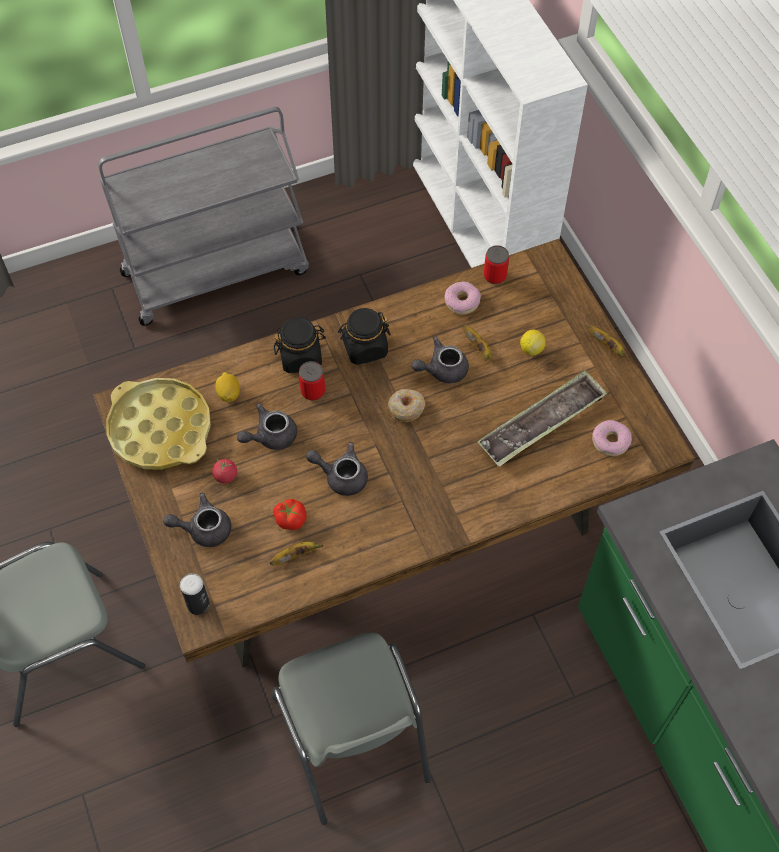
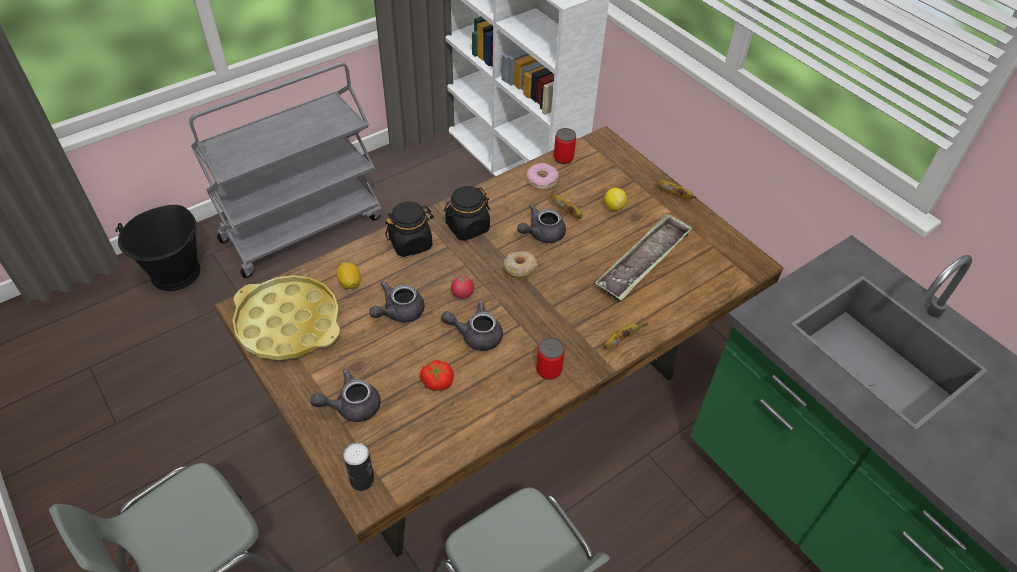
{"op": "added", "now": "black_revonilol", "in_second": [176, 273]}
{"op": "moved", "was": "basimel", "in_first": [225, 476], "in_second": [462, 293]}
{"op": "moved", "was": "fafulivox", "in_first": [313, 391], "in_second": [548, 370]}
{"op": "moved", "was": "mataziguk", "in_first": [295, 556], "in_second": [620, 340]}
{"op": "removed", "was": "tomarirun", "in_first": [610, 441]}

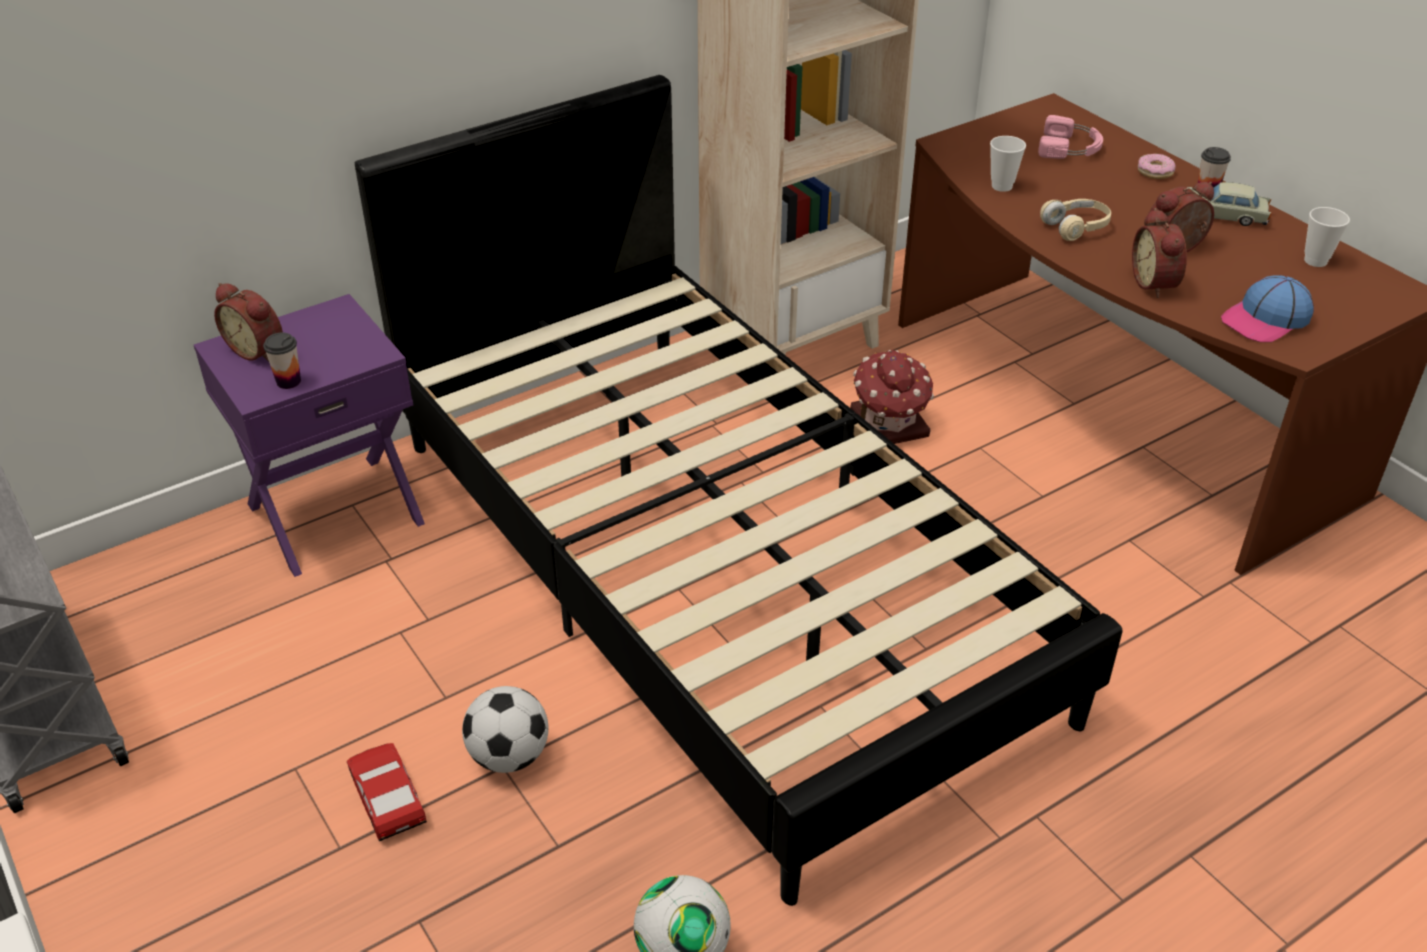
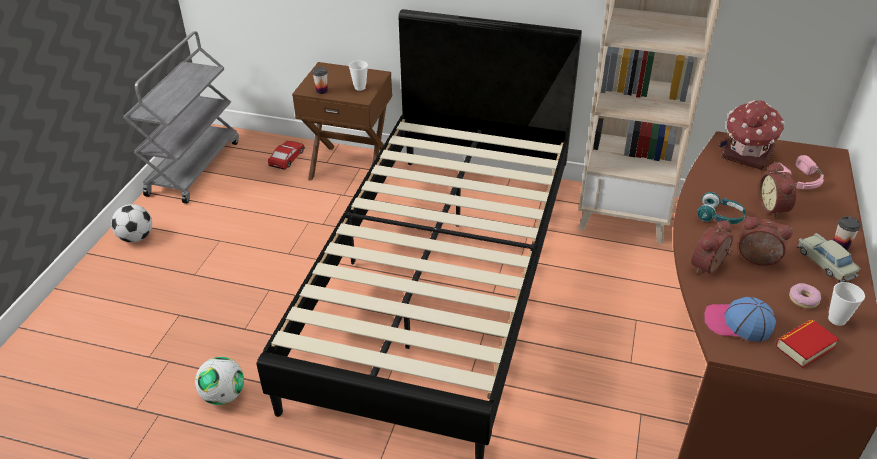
{"op": "moved", "was": "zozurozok", "in_first": [509, 756], "in_second": [136, 237]}
{"op": "moved", "was": "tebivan", "in_first": [387, 797], "in_second": [287, 158]}
{"op": "recoloured", "was": "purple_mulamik", "now": "brown_mulamik", "in_first": [334, 512], "in_second": [351, 166]}
{"op": "moved", "was": "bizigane", "in_first": [1002, 186], "in_second": [360, 87]}
{"op": "recoloured", "was": "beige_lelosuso", "now": "turquoise_lelosuso", "in_first": [1076, 227], "in_second": [720, 217]}
{"op": "moved", "was": "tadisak", "in_first": [889, 425], "in_second": [746, 154]}
{"op": "moved", "was": "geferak", "in_first": [258, 349], "in_second": [774, 208]}
{"op": "added", "now": "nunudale", "in_second": [805, 347]}
{"op": "moved", "was": "tomarirun", "in_first": [1155, 172], "in_second": [803, 299]}

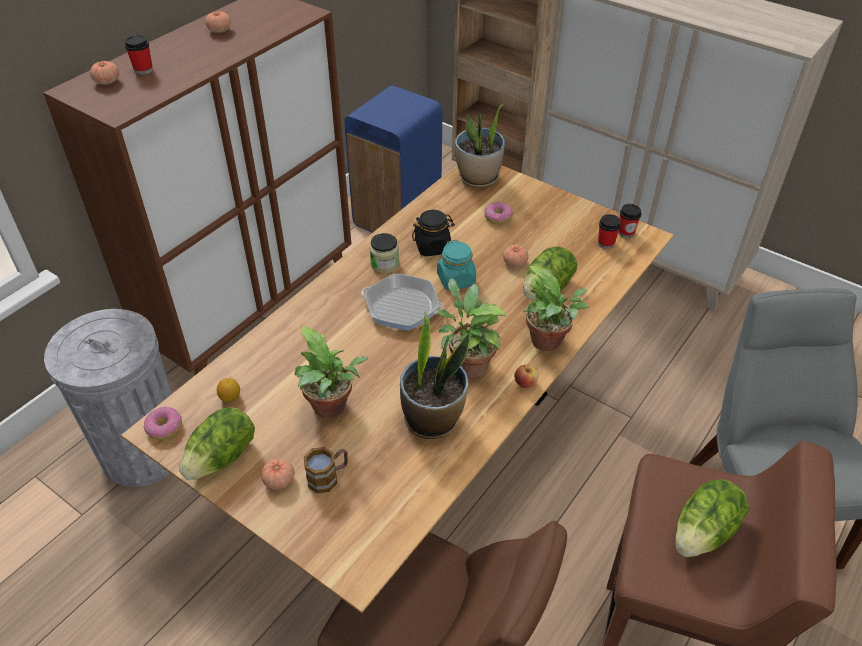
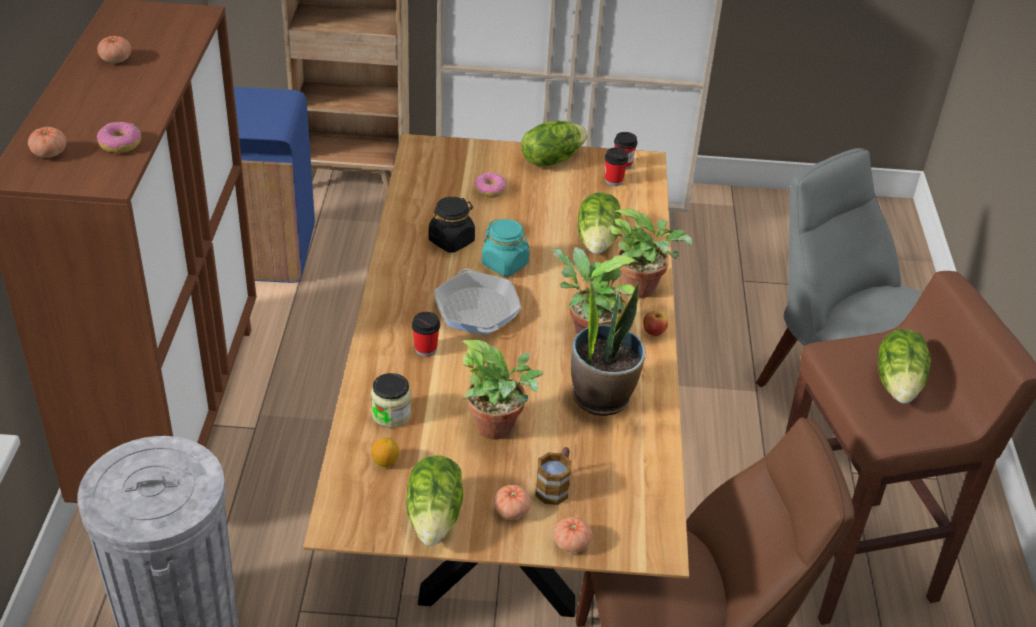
{"op": "moved", "was": "tomarirun", "in_first": [164, 427], "in_second": [120, 144]}
{"op": "moved", "was": "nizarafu", "in_first": [385, 264], "in_second": [391, 414]}
{"op": "moved", "was": "bizigane", "in_first": [143, 70], "in_second": [425, 349]}
{"op": "turned", "was": "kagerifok", "in_first": [402, 307], "in_second": [477, 309], "clockwise": 90}
{"op": "added", "now": "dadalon", "in_second": [551, 159]}
{"op": "moved", "was": "basimel", "in_first": [515, 262], "in_second": [571, 543]}
{"op": "removed", "was": "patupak", "in_first": [478, 178]}

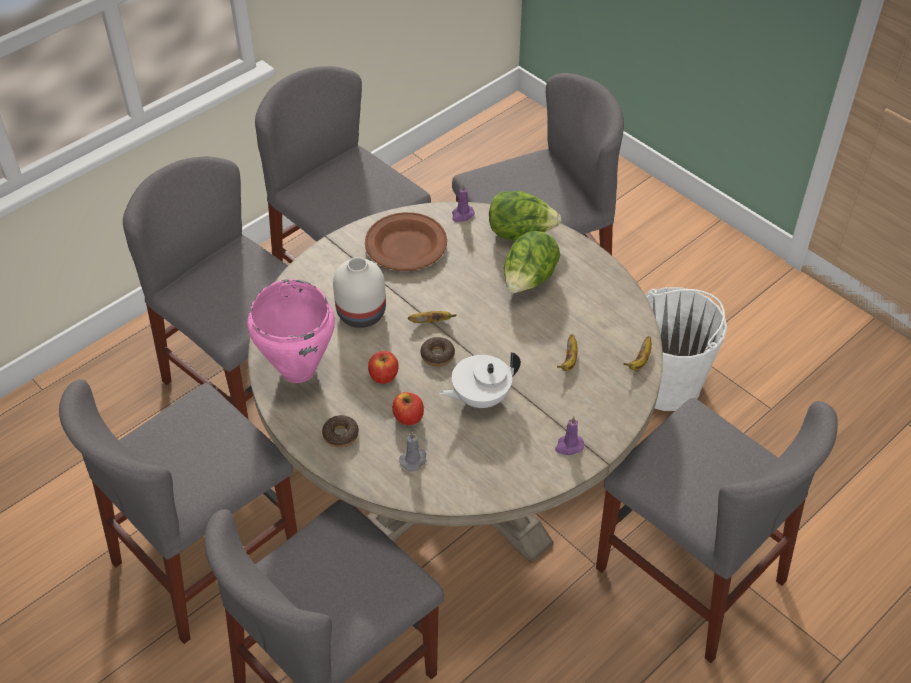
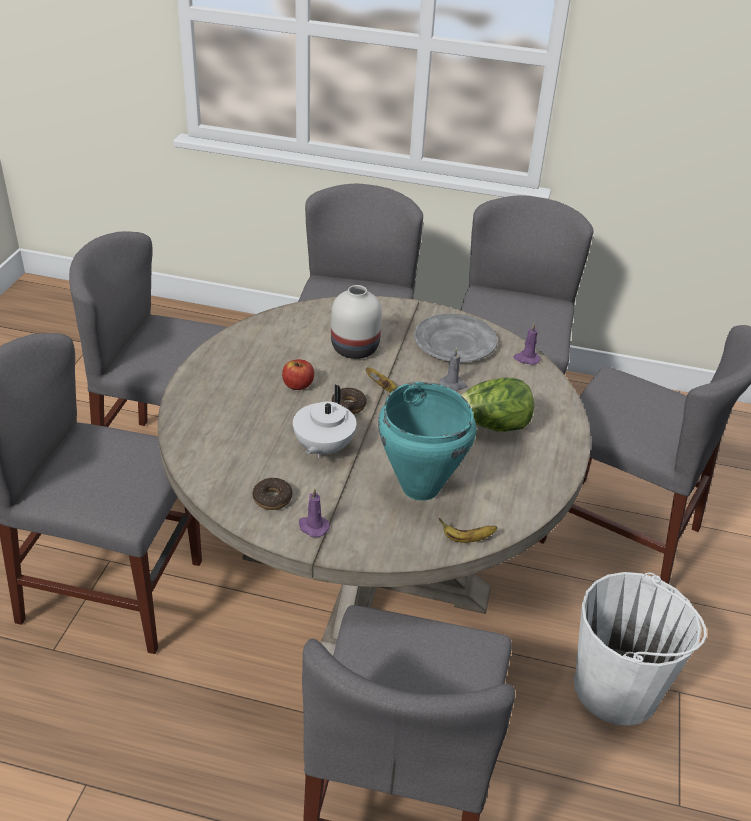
{"op": "moved", "was": "tomarirun", "in_first": [340, 435], "in_second": [272, 498]}
{"op": "turned", "was": "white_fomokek", "in_first": [480, 397], "in_second": [323, 448], "clockwise": -105}
{"op": "replaced", "was": "mataziguk", "now": "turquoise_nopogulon", "in_first": [569, 360], "in_second": [420, 488]}
{"op": "recoloured", "was": "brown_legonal", "now": "grey_legonal", "in_first": [406, 246], "in_second": [454, 343]}
{"op": "moved", "was": "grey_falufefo", "in_first": [414, 460], "in_second": [453, 385]}
{"op": "removed", "was": "pink_nopogulon", "in_first": [297, 370]}
{"op": "removed", "was": "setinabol", "in_first": [408, 417]}
{"op": "removed", "was": "dadalon", "in_first": [520, 233]}

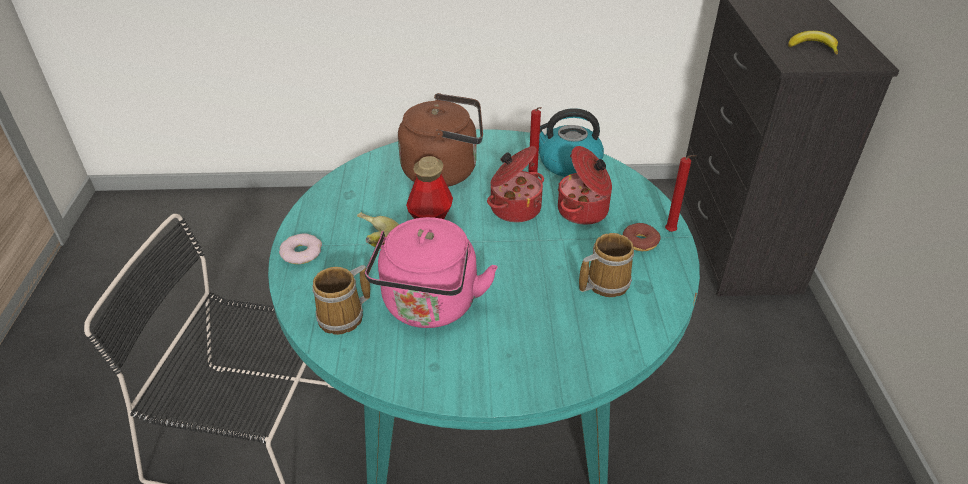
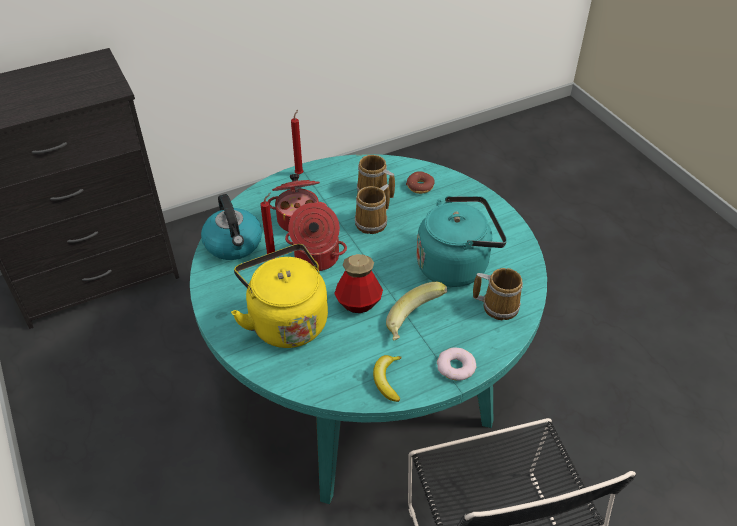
{"op": "recoloured", "was": "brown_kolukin", "now": "yellow_kolukin", "in_first": [445, 171], "in_second": [286, 320]}
{"op": "added", "now": "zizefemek", "in_second": [373, 222]}
{"op": "moved", "was": "mataziguk", "in_first": [813, 47], "in_second": [387, 380]}
{"op": "moved", "was": "tomarirun", "in_first": [640, 242], "in_second": [420, 186]}
{"op": "recoloured", "was": "pink_kolukin", "now": "turquoise_kolukin", "in_first": [429, 307], "in_second": [456, 265]}

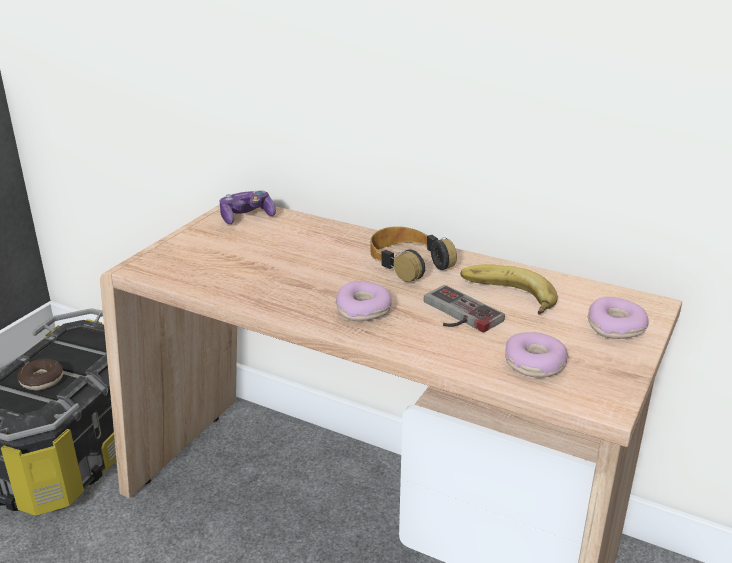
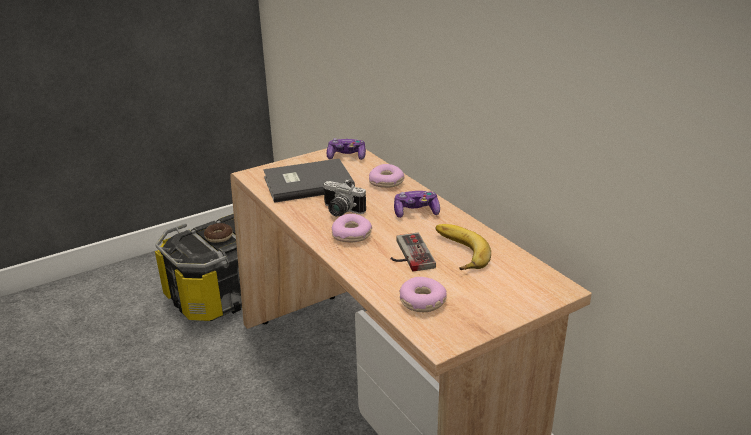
{"op": "added", "now": "grey_nunudale", "in_second": [306, 182]}
{"op": "added", "now": "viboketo", "in_second": [340, 211]}
{"op": "moved", "was": "tomarirun", "in_first": [615, 327], "in_second": [386, 182]}
{"op": "replaced", "was": "lelosuso", "now": "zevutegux", "in_first": [408, 262], "in_second": [416, 212]}

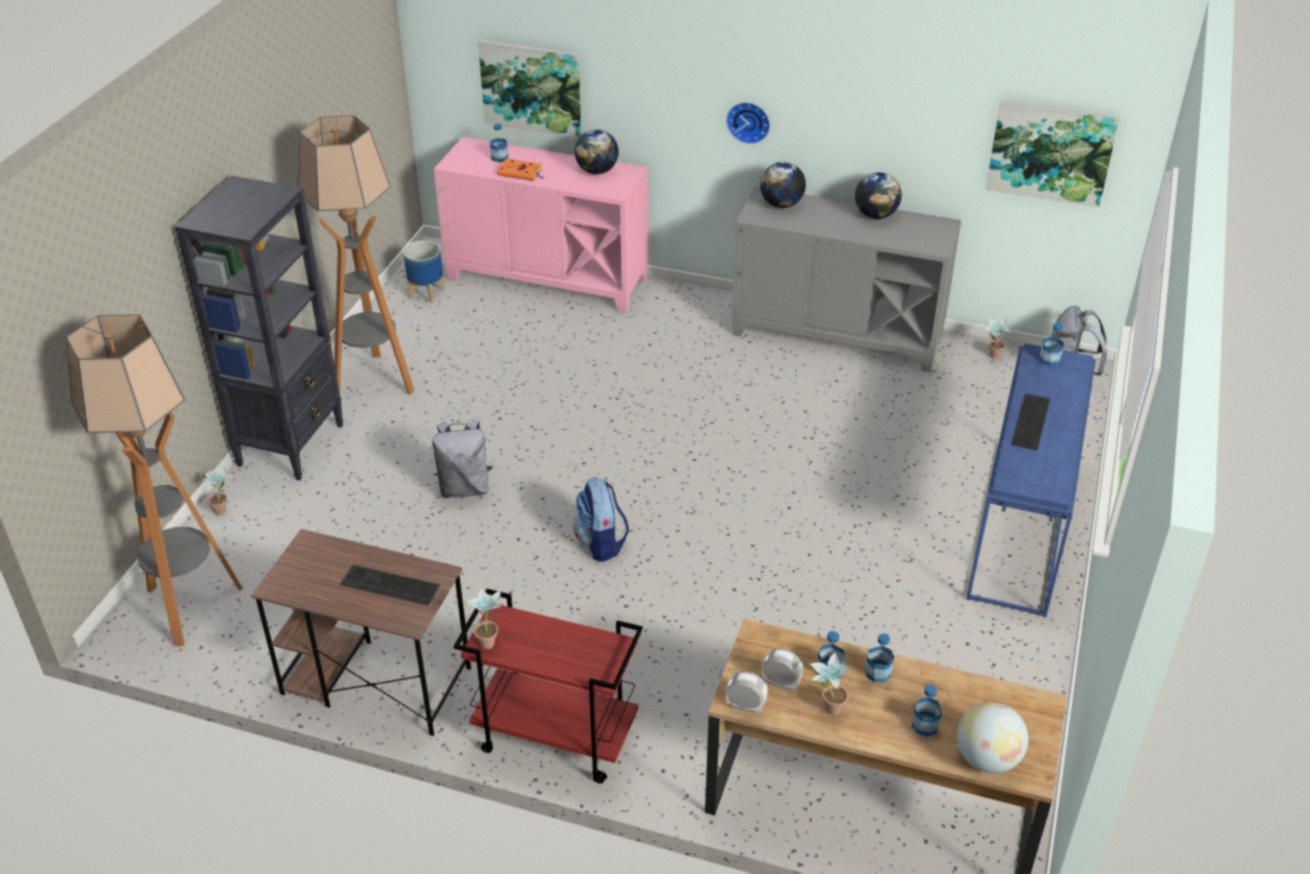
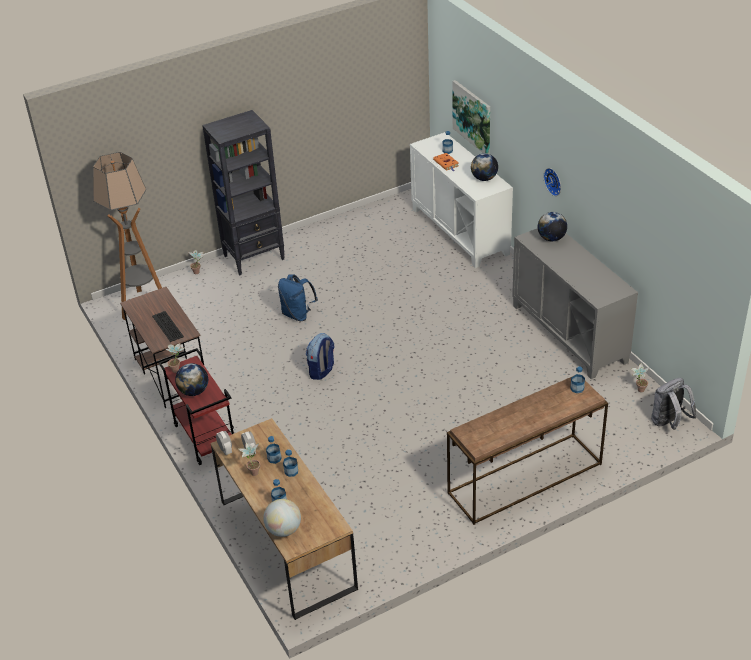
{"op": "moved", "was": "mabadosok", "in_first": [876, 215], "in_second": [194, 391]}
{"op": "recoloured", "was": "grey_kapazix", "now": "blue_kapazix", "in_first": [465, 488], "in_second": [298, 314]}
{"op": "recoloured", "was": "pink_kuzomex", "now": "white_kuzomex", "in_first": [547, 278], "in_second": [460, 231]}
{"op": "recoloured", "was": "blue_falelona", "now": "brown_falelona", "in_first": [1022, 527], "in_second": [524, 479]}
{"op": "removed", "was": "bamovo", "in_first": [375, 381]}
{"op": "removed", "was": "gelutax", "in_first": [427, 293]}
{"op": "removed", "was": "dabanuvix", "in_first": [1051, 152]}
{"op": "removed", "was": "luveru", "in_first": [1032, 422]}

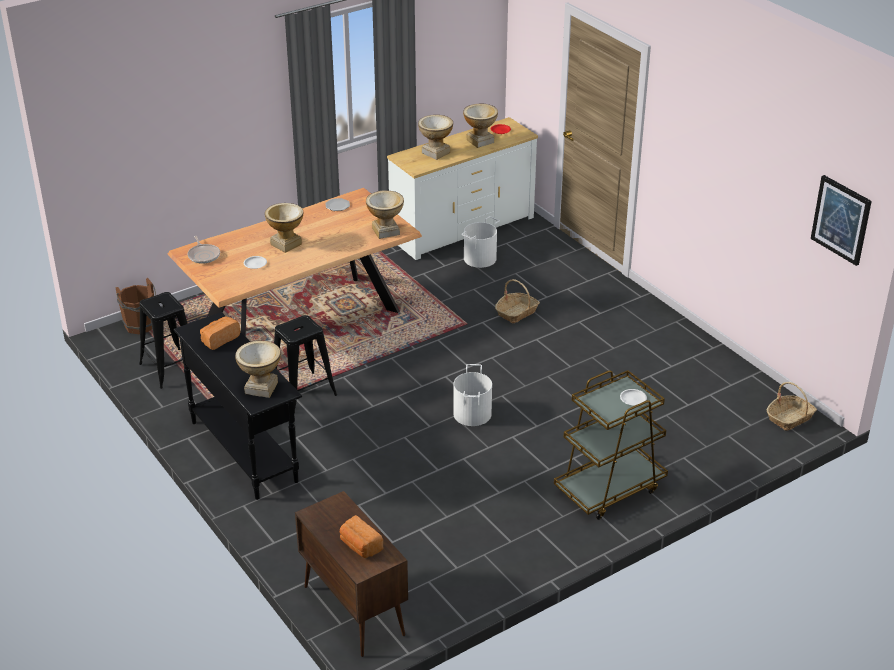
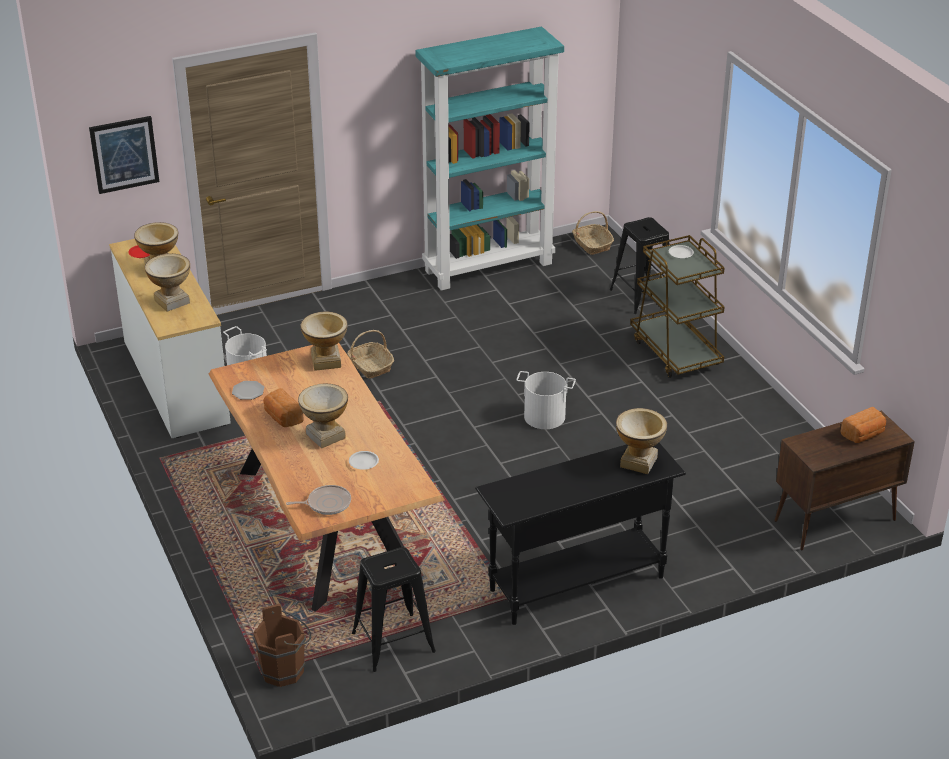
{"op": "moved", "was": "dabanuvix", "in_first": [841, 219], "in_second": [124, 154]}
{"op": "moved", "was": "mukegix", "in_first": [219, 339], "in_second": [282, 418]}
{"op": "added", "now": "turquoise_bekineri", "in_second": [489, 266]}
{"op": "moved", "was": "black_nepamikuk", "in_first": [303, 392], "in_second": [641, 296]}

